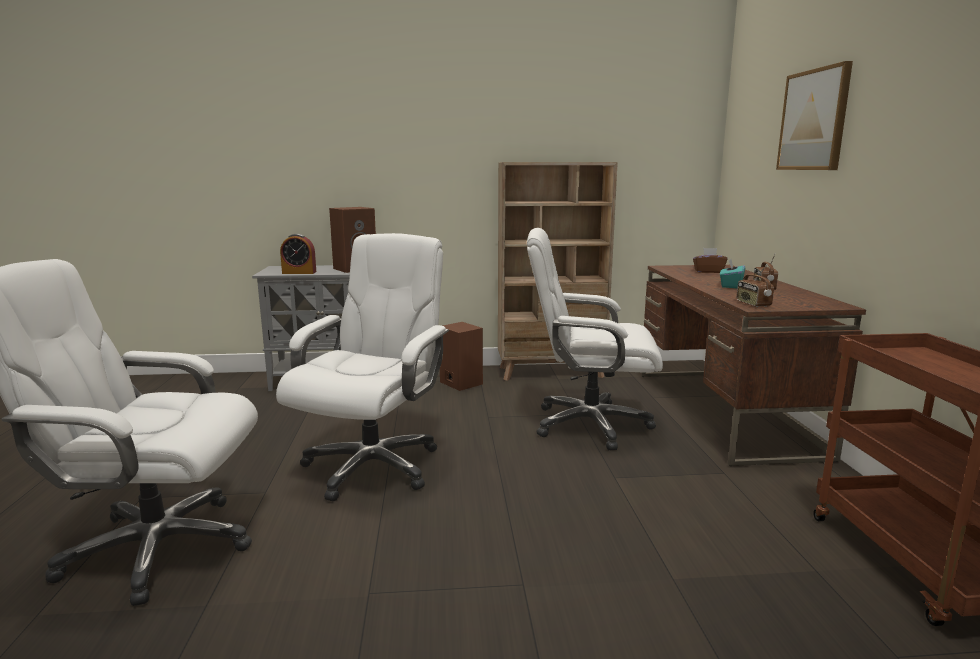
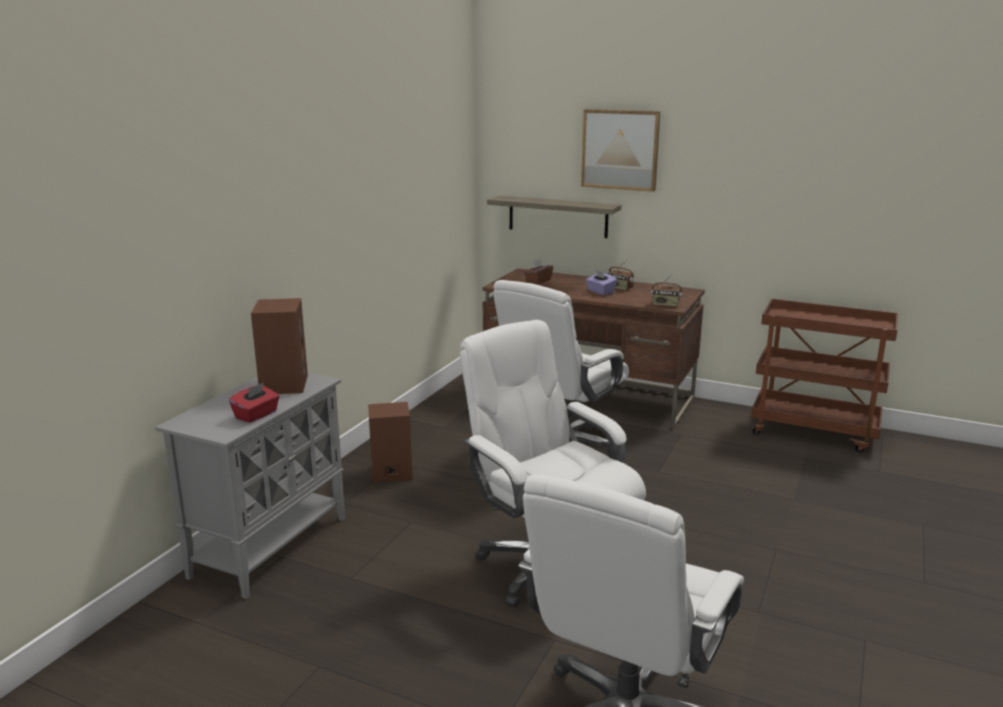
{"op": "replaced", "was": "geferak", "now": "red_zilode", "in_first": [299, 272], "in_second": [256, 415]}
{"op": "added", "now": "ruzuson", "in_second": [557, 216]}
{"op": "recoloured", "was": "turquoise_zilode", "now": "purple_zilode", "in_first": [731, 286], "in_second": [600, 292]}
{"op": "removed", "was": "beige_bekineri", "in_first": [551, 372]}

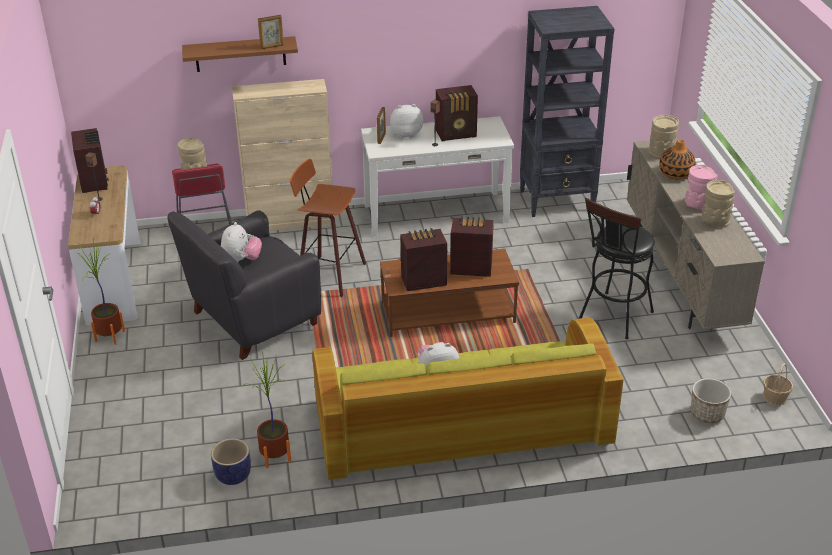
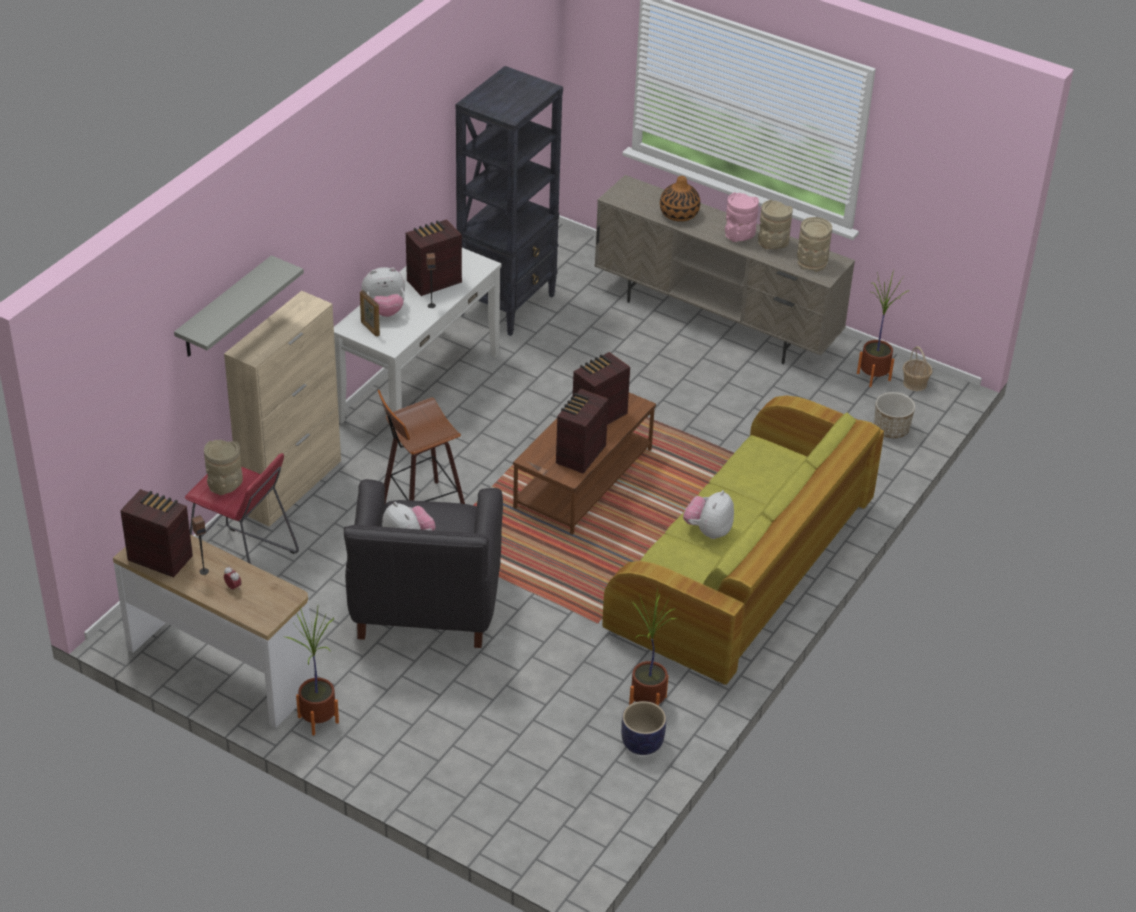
{"op": "recoloured", "was": "brown_ruzuson", "now": "grey_ruzuson", "in_first": [240, 54], "in_second": [225, 308]}
{"op": "turned", "was": "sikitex", "in_first": [406, 134], "in_second": [385, 310], "clockwise": -135}
{"op": "turned", "was": "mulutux", "in_first": [457, 134], "in_second": [432, 282], "clockwise": -150}
{"op": "moved", "was": "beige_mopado", "in_first": [661, 153], "in_second": [812, 262]}
{"op": "added", "now": "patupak", "in_second": [873, 376]}
{"op": "removed", "was": "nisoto", "in_first": [272, 46]}
{"op": "removed", "was": "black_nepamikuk", "in_first": [613, 318]}

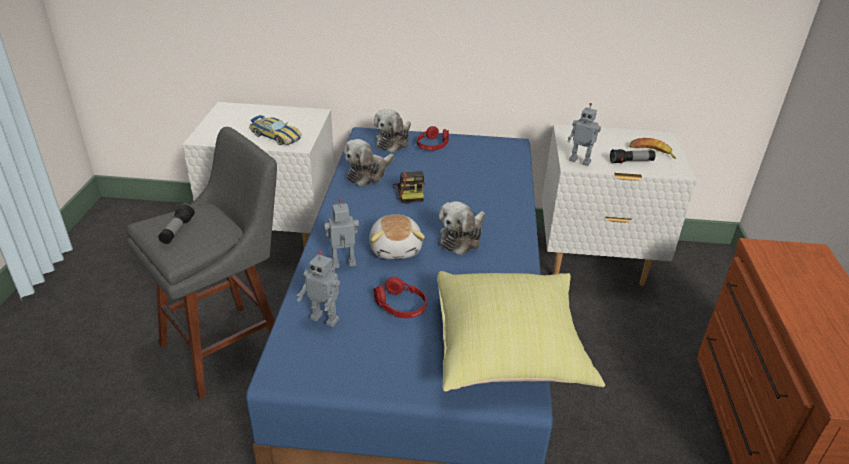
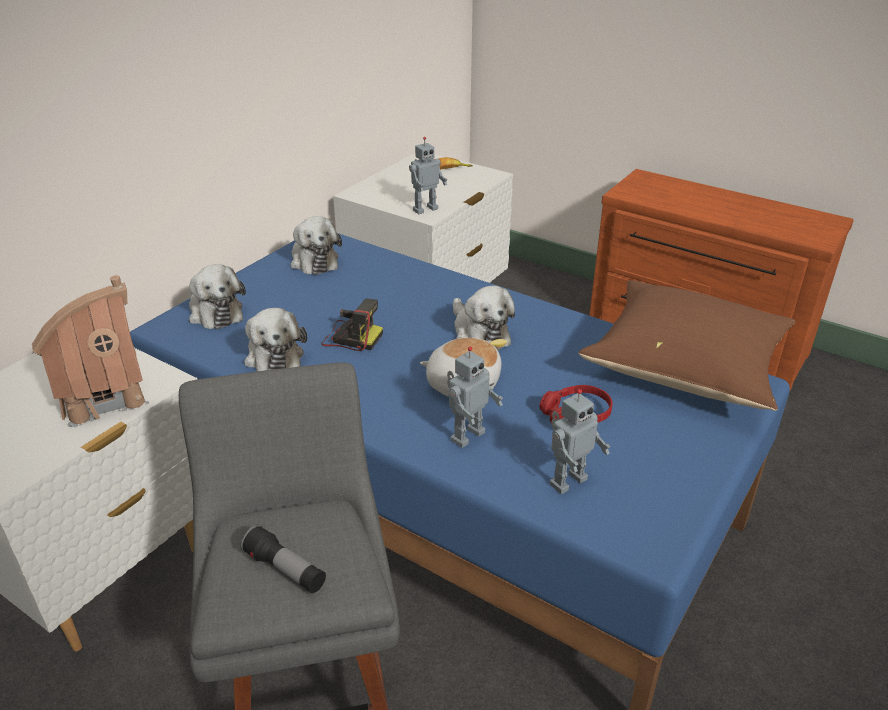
{"op": "replaced", "was": "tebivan", "now": "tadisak", "in_first": [275, 136], "in_second": [104, 396]}
{"op": "added", "now": "sikitex", "in_second": [313, 260]}
{"op": "turned", "was": "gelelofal", "in_first": [343, 265], "in_second": [466, 435], "clockwise": -150}
{"op": "recoloured", "was": "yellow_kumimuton", "now": "brown_kumimuton", "in_first": [509, 351], "in_second": [687, 369]}
{"op": "removed", "was": "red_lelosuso", "in_first": [433, 145]}
{"op": "removed", "was": "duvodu", "in_first": [631, 162]}

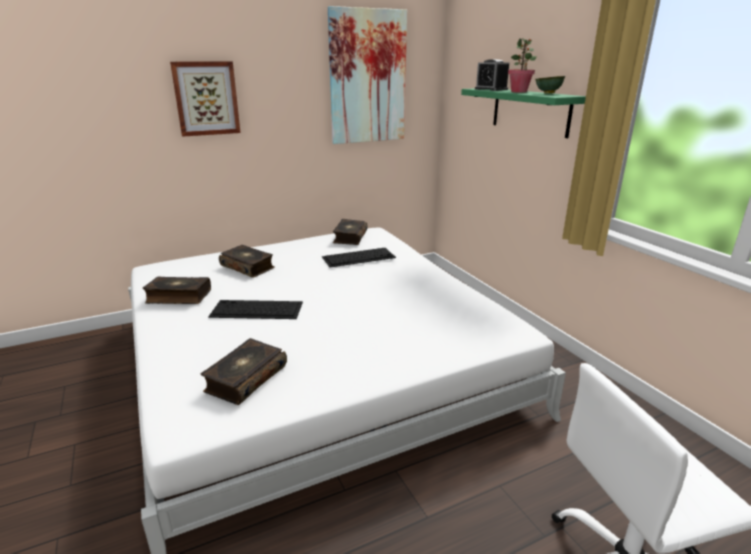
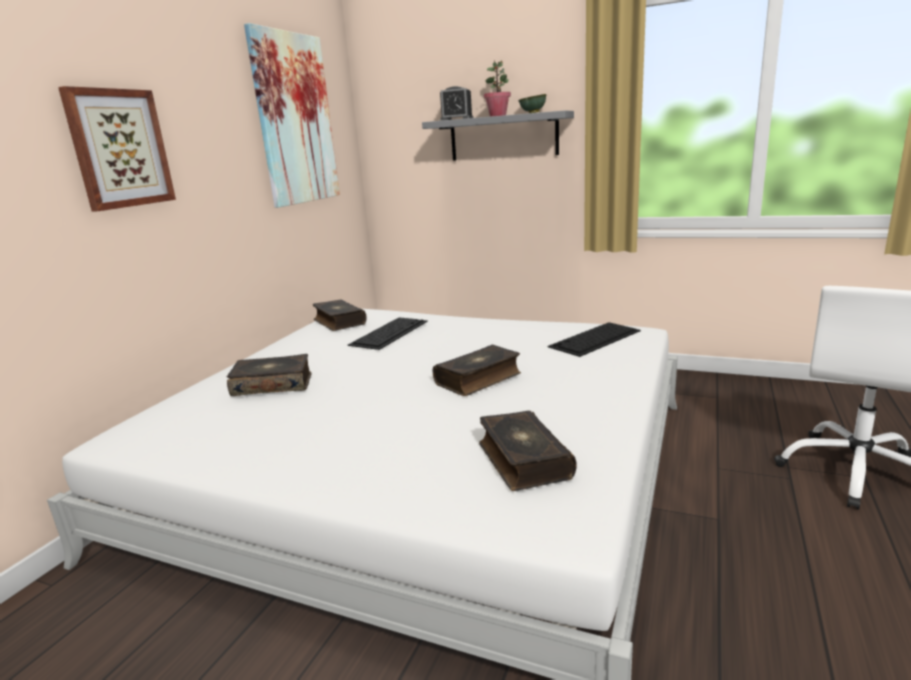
{"op": "recoloured", "was": "green_ruzuson", "now": "grey_ruzuson", "in_first": [530, 111], "in_second": [503, 137]}
{"op": "moved", "was": "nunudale", "in_first": [178, 297], "in_second": [479, 379]}
{"op": "moved", "was": "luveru", "in_first": [256, 309], "in_second": [594, 339]}

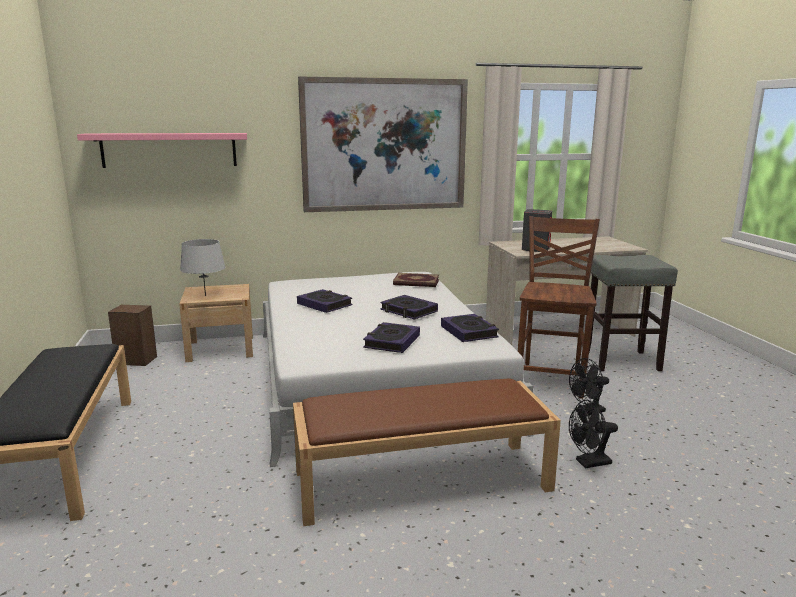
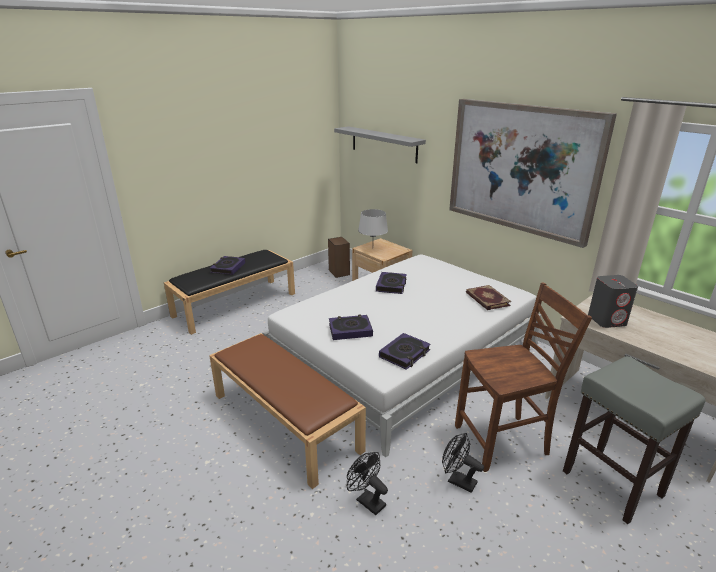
{"op": "moved", "was": "nunudale", "in_first": [408, 311], "in_second": [228, 268]}
{"op": "recoloured", "was": "pink_ruzuson", "now": "grey_ruzuson", "in_first": [169, 150], "in_second": [384, 144]}

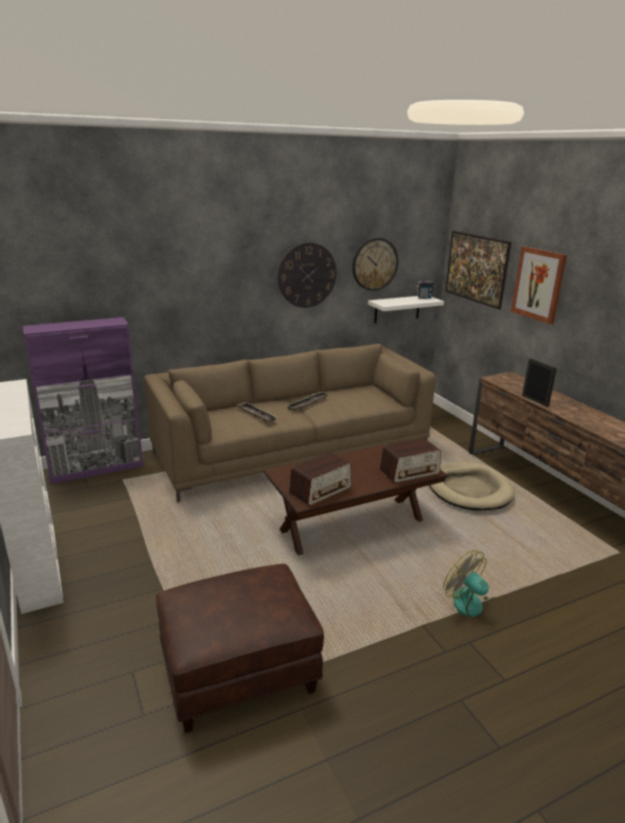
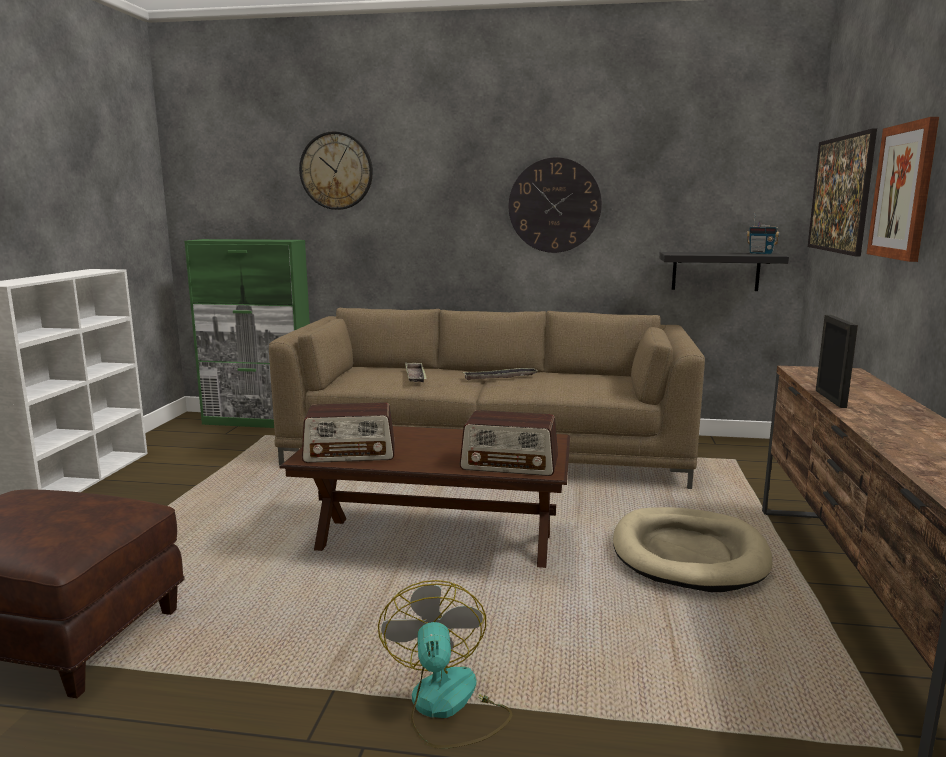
{"op": "recoloured", "was": "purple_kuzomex", "now": "green_kuzomex", "in_first": [97, 468], "in_second": [259, 422]}
{"op": "moved", "was": "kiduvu", "in_first": [374, 264], "in_second": [336, 171]}
{"op": "recoloured", "was": "white_ruzuson", "now": "black_ruzuson", "in_first": [397, 309], "in_second": [715, 271]}

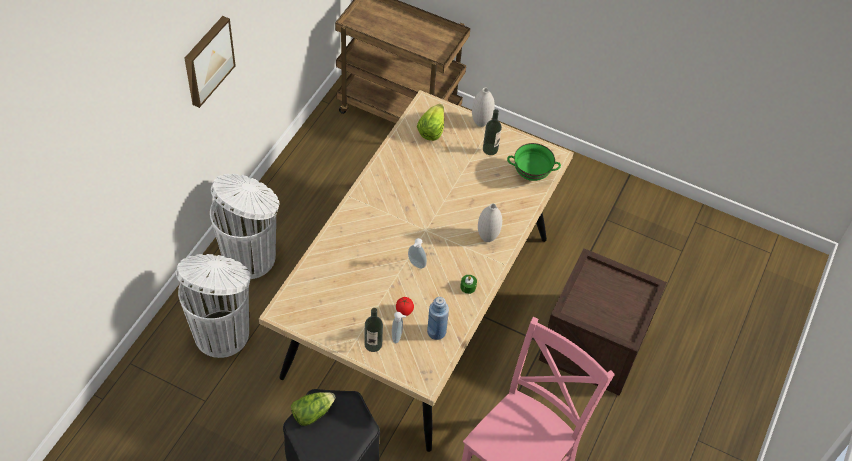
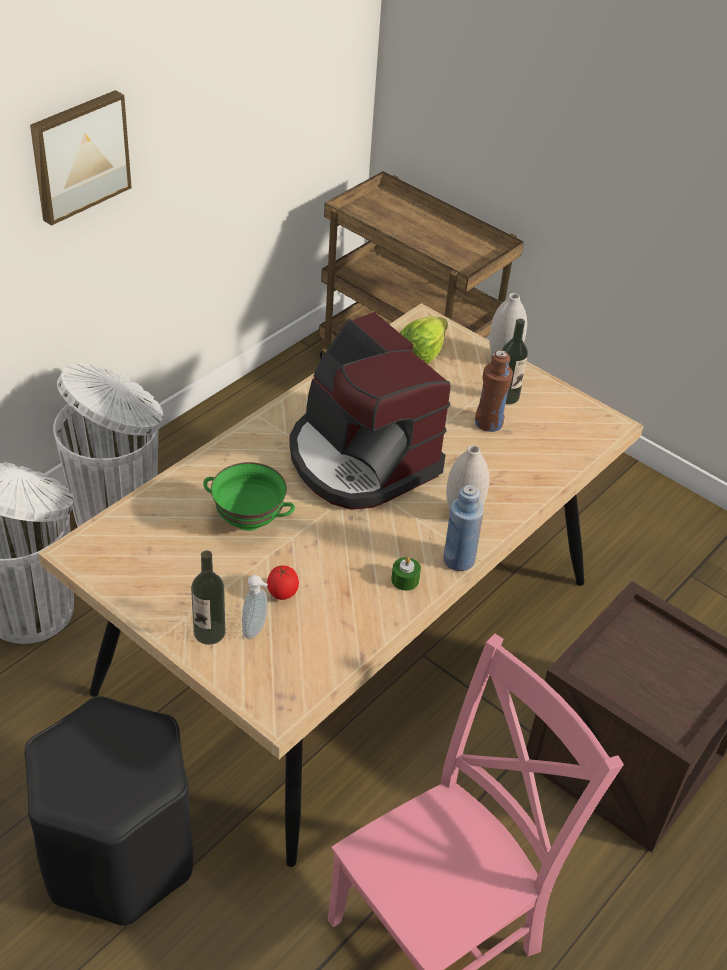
{"op": "moved", "was": "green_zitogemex", "in_first": [531, 175], "in_second": [248, 521]}
{"op": "added", "now": "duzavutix", "in_second": [361, 459]}
{"op": "moved", "was": "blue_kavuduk", "in_first": [436, 332], "in_second": [458, 560]}
{"op": "added", "now": "brown_kavuduk", "in_second": [488, 423]}
{"op": "removed", "was": "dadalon", "in_first": [312, 412]}
{"op": "removed", "was": "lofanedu", "in_first": [416, 264]}

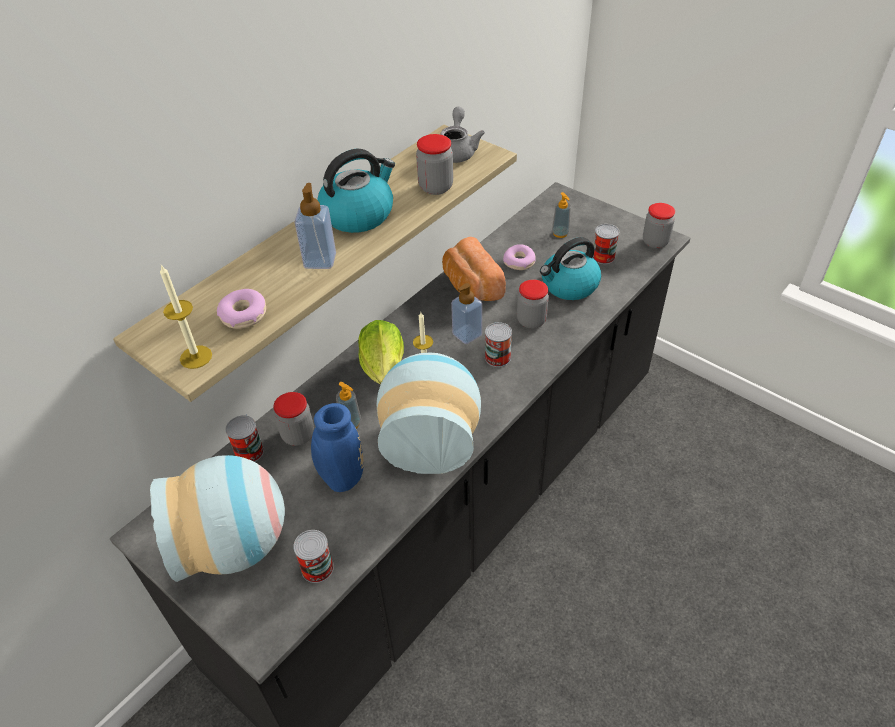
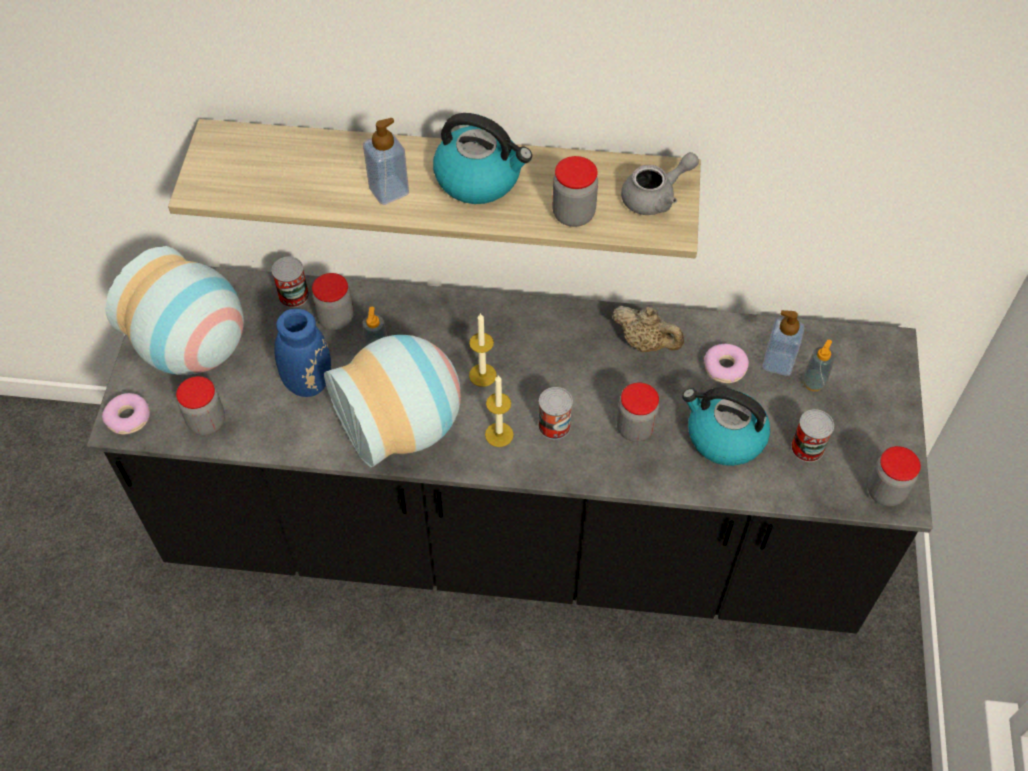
{"op": "moved", "was": "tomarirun", "in_first": [244, 315], "in_second": [129, 418]}
{"op": "replaced", "was": "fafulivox", "now": "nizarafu", "in_first": [317, 568], "in_second": [207, 422]}
{"op": "moved", "was": "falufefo", "in_first": [196, 357], "in_second": [499, 434]}
{"op": "replaced", "was": "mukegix", "now": "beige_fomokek", "in_first": [470, 286], "in_second": [645, 343]}
{"op": "moved", "was": "lofanedu", "in_first": [467, 334], "in_second": [778, 363]}
{"op": "removed", "was": "dadalon", "in_first": [383, 367]}

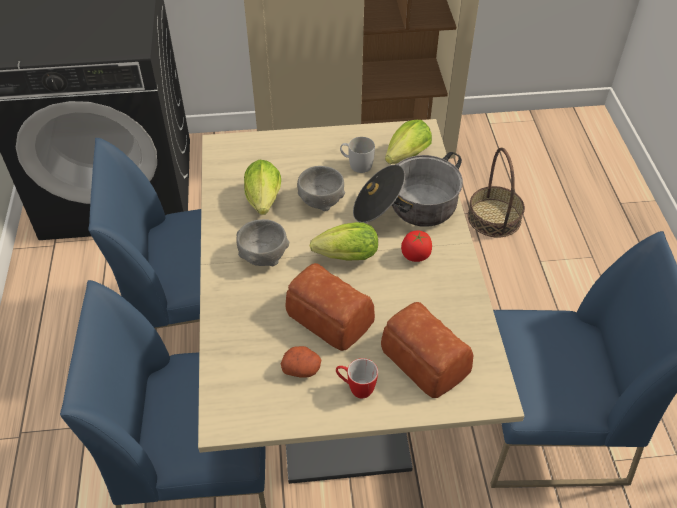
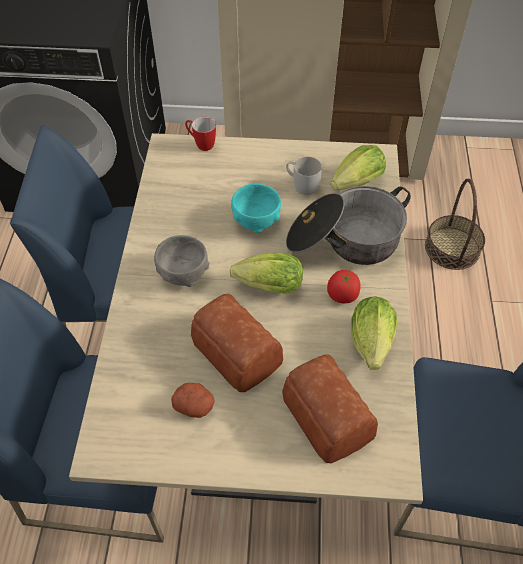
{"op": "moved", "was": "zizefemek", "in_first": [355, 388], "in_second": [201, 144]}
{"op": "recoloured", "was": "grey_zitogemex", "now": "turquoise_zitogemex", "in_first": [320, 201], "in_second": [255, 220]}
{"op": "moved", "was": "dadalon", "in_first": [263, 203], "in_second": [371, 346]}

